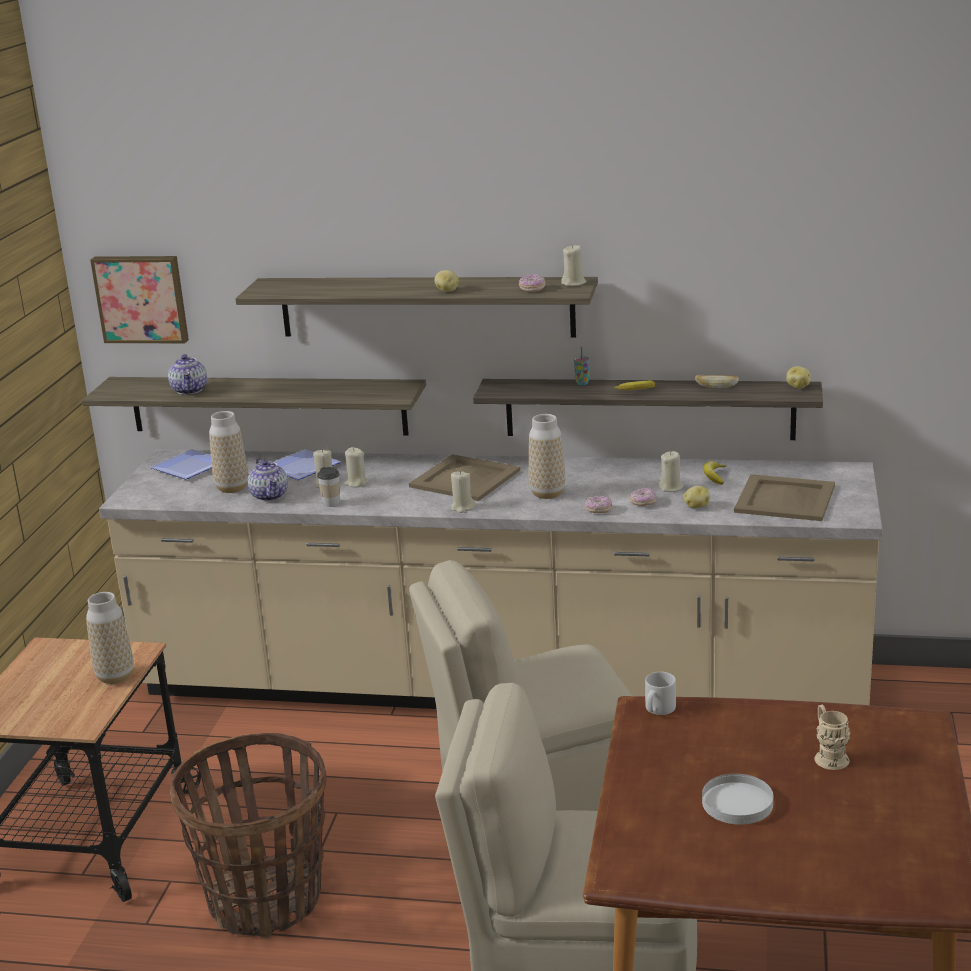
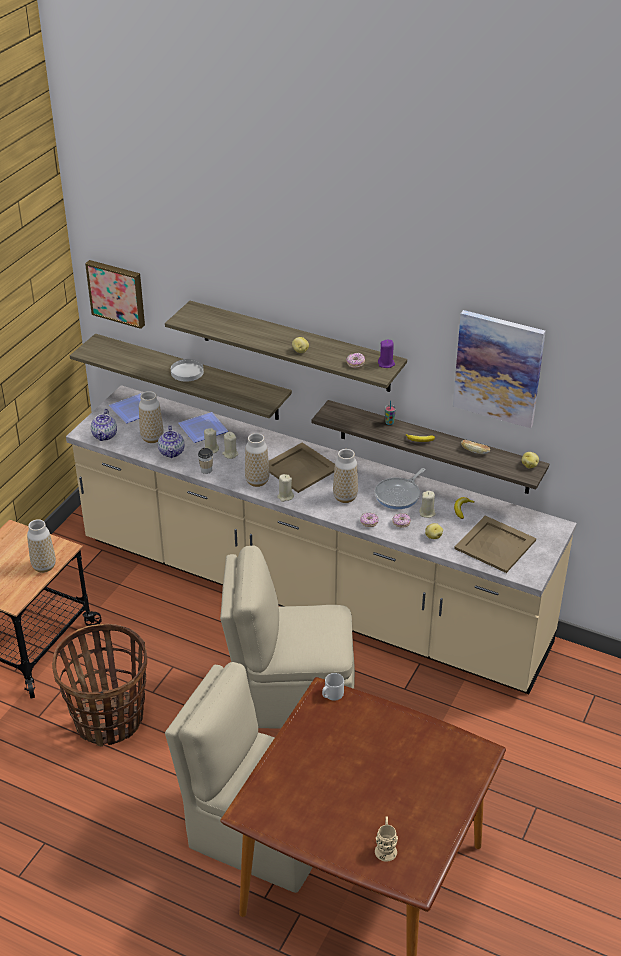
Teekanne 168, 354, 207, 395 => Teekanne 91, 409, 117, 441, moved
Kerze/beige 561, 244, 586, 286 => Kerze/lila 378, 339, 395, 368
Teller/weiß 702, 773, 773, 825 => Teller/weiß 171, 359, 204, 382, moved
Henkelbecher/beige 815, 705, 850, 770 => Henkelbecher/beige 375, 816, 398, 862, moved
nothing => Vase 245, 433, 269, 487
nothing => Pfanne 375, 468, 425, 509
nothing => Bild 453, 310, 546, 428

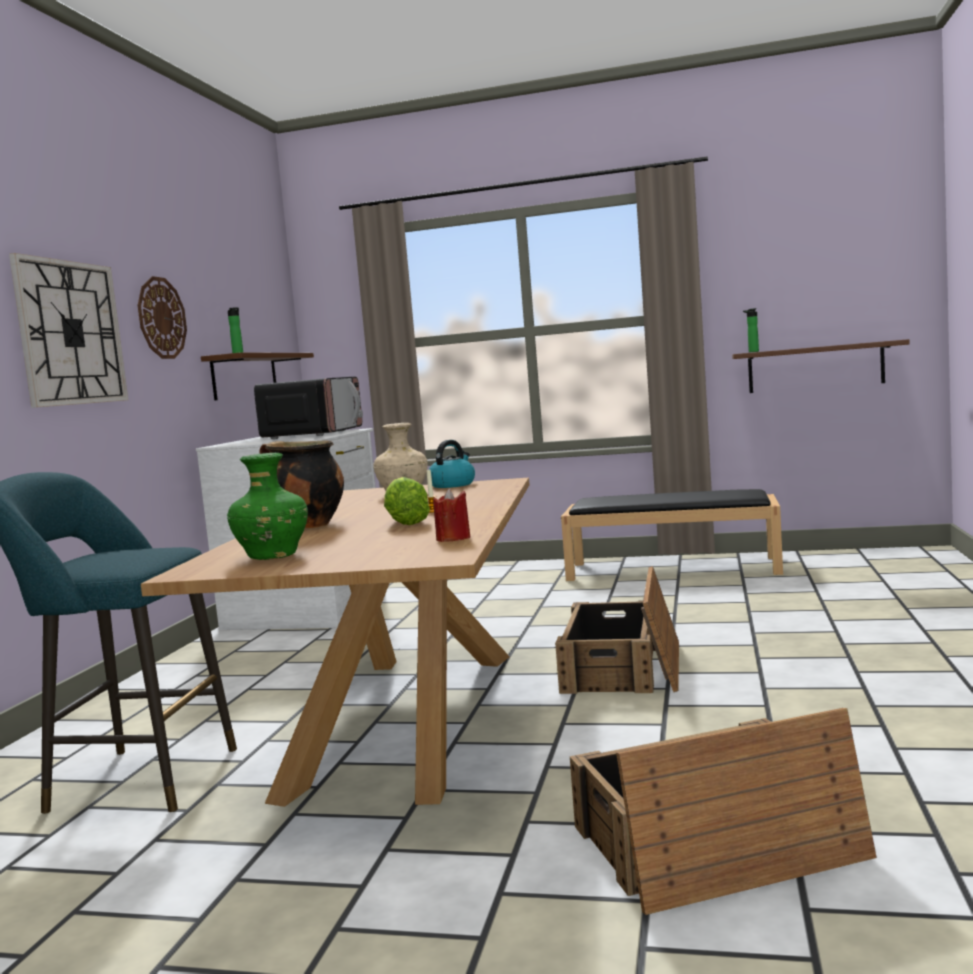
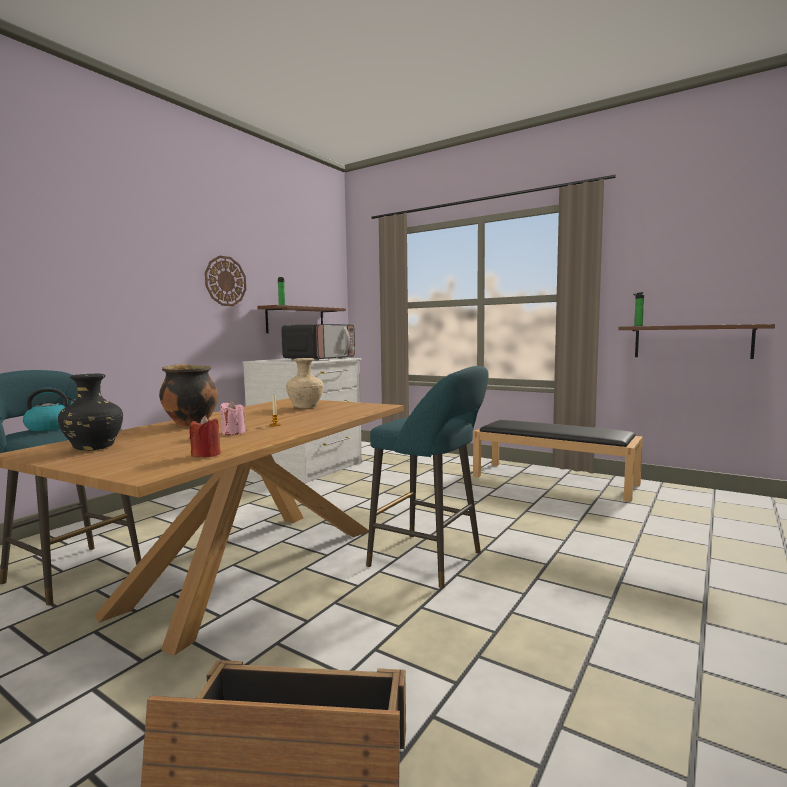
Wanduhr 9, 253, 128, 408 => nothing
Vase/grün 227, 453, 308, 560 => Vase/schwarz 58, 374, 123, 451
Salatkopf 384, 477, 430, 525 => Kerze/rosa 220, 401, 245, 435
Wasserkessel 429, 440, 475, 488 => Wasserkessel 23, 388, 76, 431, moved
Kiste 555, 566, 679, 694 => Hocker/türkis 366, 366, 489, 588

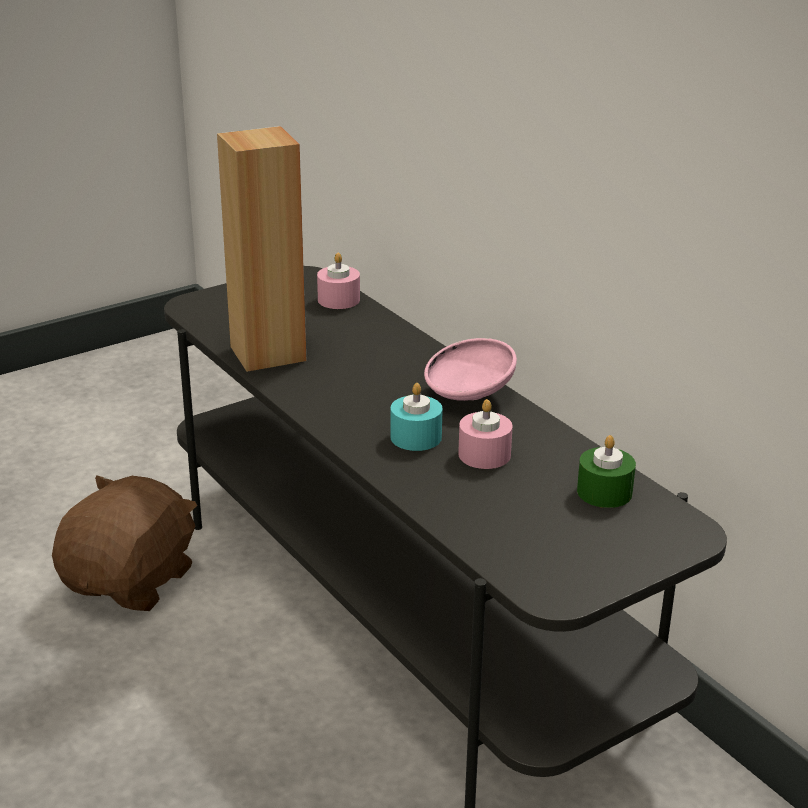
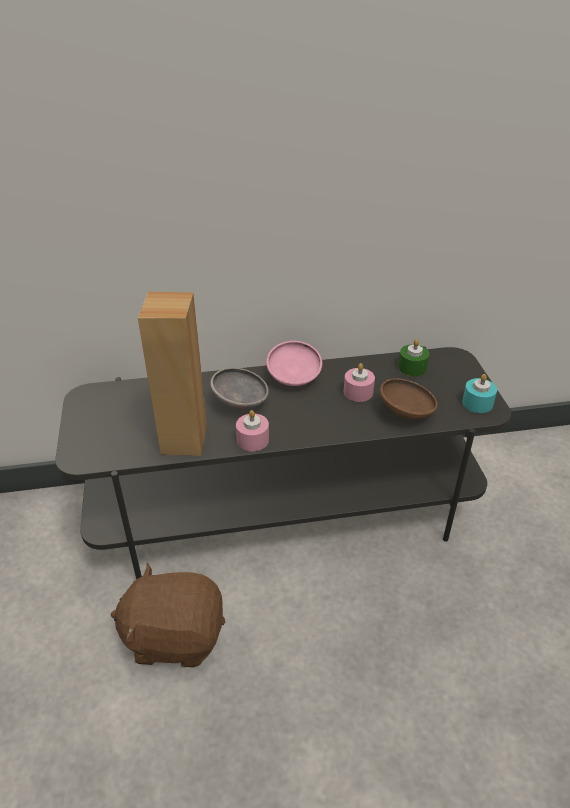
Plüschtier/braun 52, 475, 197, 611 => Plüschtier/braun 111, 563, 225, 668, 45 degrees counterclockwise
Kerze/rosa 317, 253, 360, 309 => Kerze/rosa 236, 410, 269, 451, moved
Kerze/türkis 390, 383, 443, 451 => Kerze/türkis 462, 374, 497, 413, moved
nothing => Schüssel/grau 210, 368, 269, 409
nothing => Schüssel/braun 380, 378, 438, 419

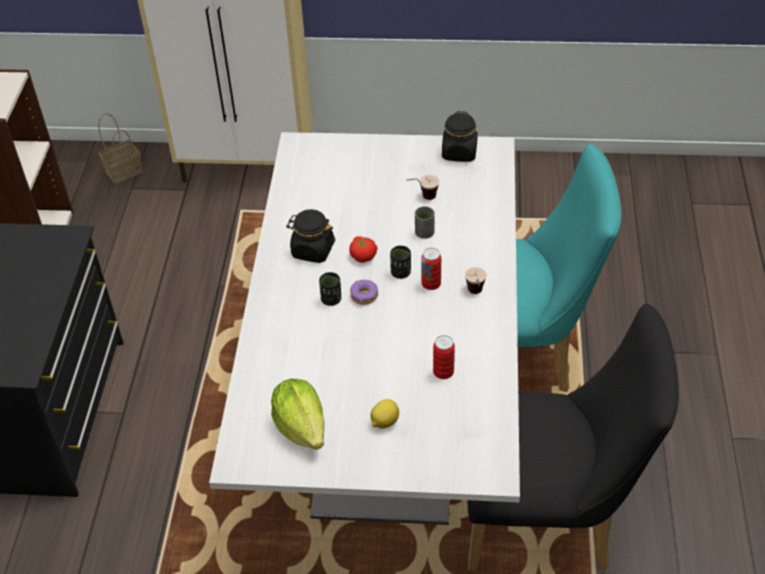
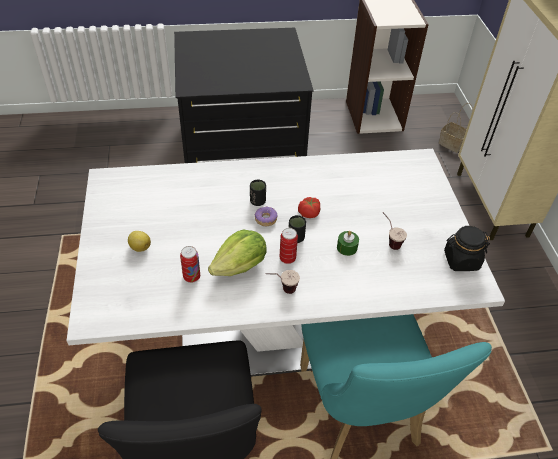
Salatkopf 271, 379, 325, 450 => Salatkopf 208, 230, 267, 276, moved
Vorratsglas/schwarz 286, 209, 335, 263 => nothing
Tasse/grau 415, 206, 435, 239 => Kerze/grün 337, 231, 359, 256

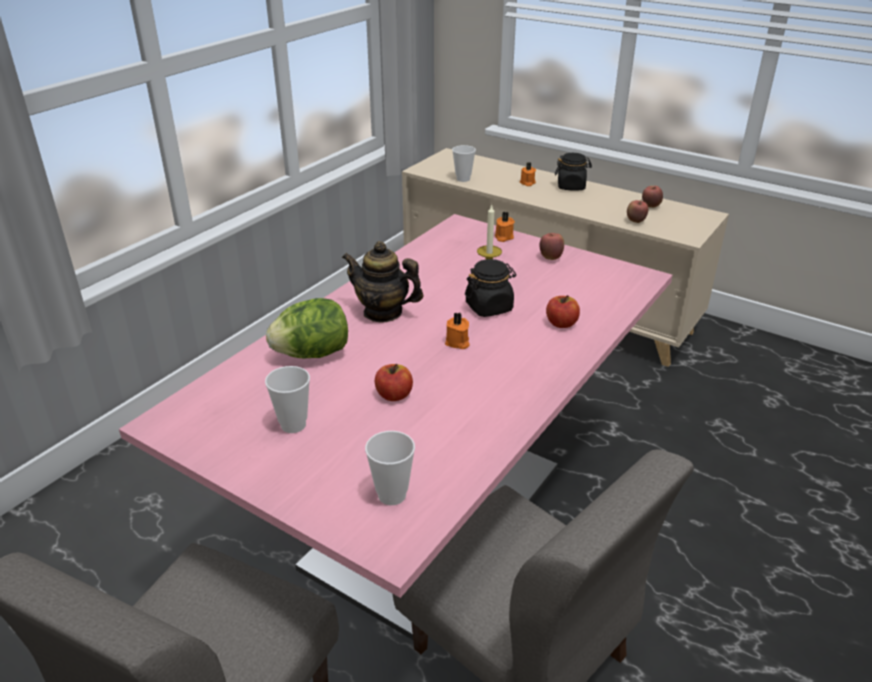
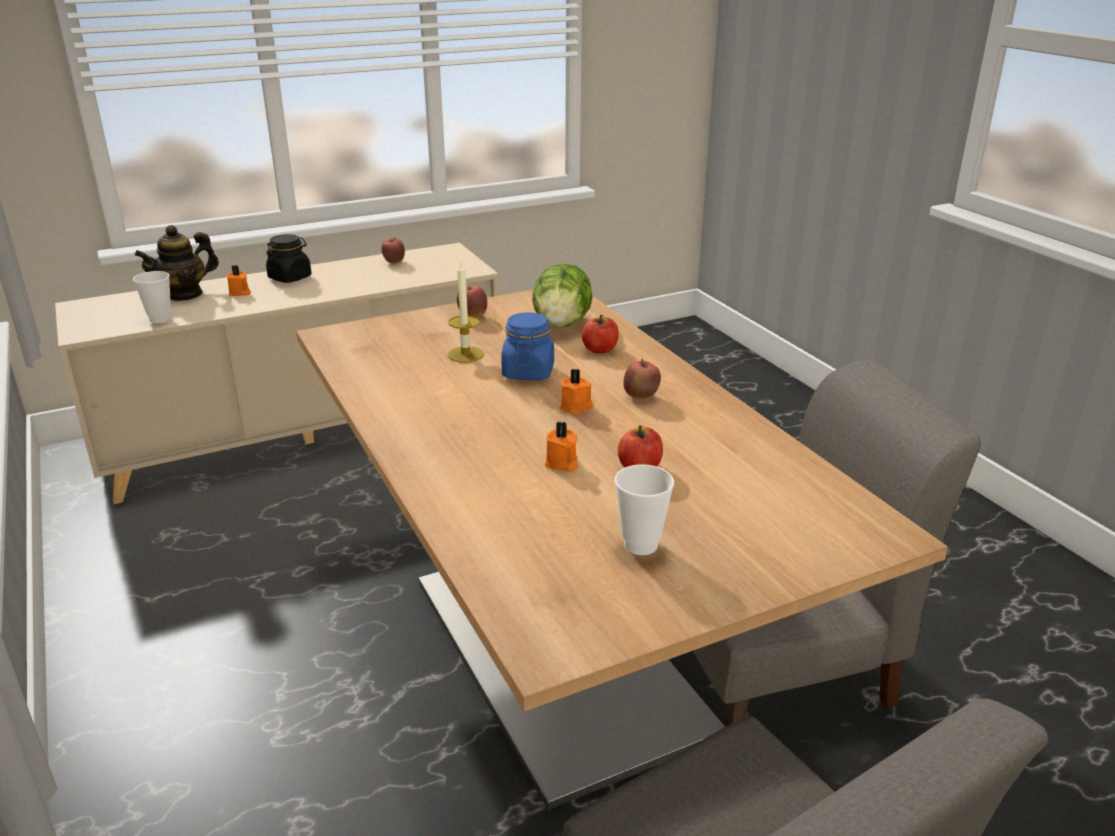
Esstisch/rosa 119, 214, 672, 640 => Esstisch/braun 296, 289, 948, 810
Salatkopf 266, 298, 348, 358 => Salatkopf 532, 263, 593, 328, moved
Teekanne 342, 241, 424, 323 => Teekanne 135, 225, 219, 301, moved
Tasse 365, 431, 415, 505 => nothing
Vorratsglas/schwarz 465, 259, 516, 317 => Vorratsglas/blau 501, 312, 554, 380
Kerze/orange 495, 212, 515, 242 => Kerze/orange 545, 422, 578, 472, moved
Apfel 627, 200, 648, 223 => Apfel 624, 359, 661, 399, moved

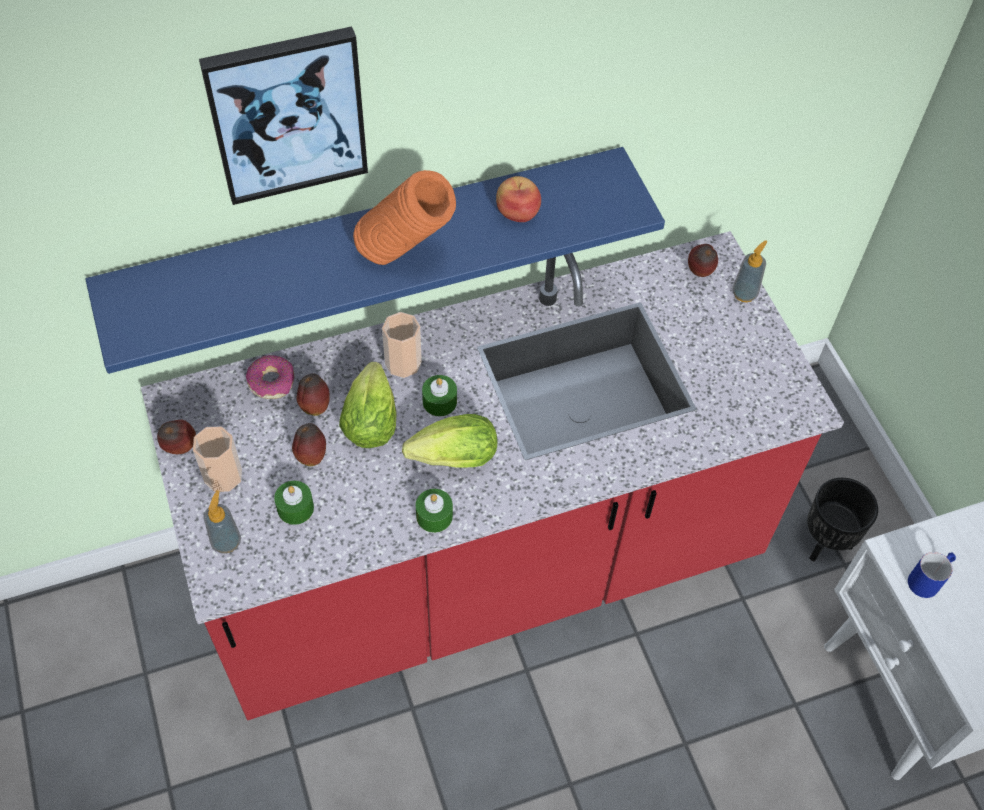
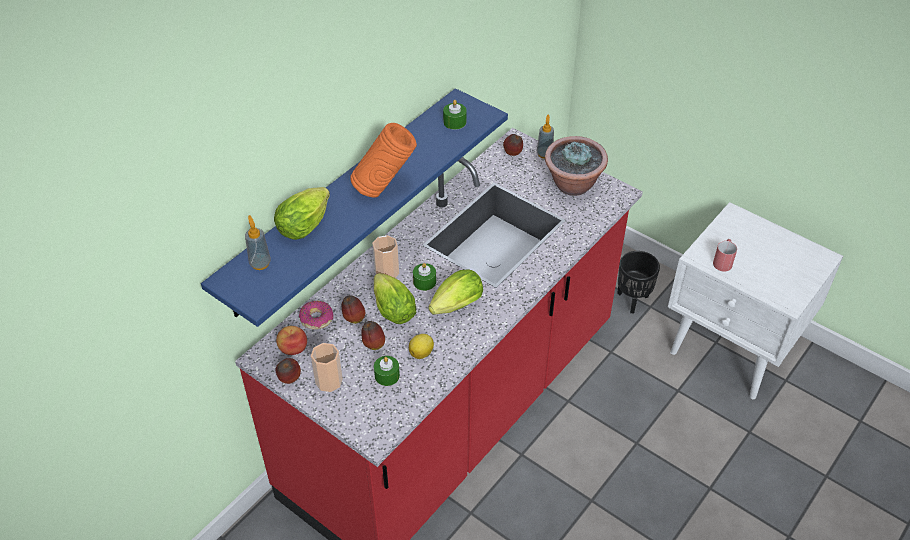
Bild 199, 26, 368, 205 => nothing
Seifenspender 204, 490, 241, 553 => Seifenspender 245, 215, 271, 270, moved
Kerze/grün 416, 489, 453, 533 => Kerze/grün 443, 100, 467, 130, moved
Apfel 496, 176, 541, 222 => Apfel 276, 326, 307, 355, moved
Henkelbecher/blau 908, 552, 956, 598 => Henkelbecher/rot 713, 239, 737, 271
nothing => Salatkopf 274, 187, 330, 240
nothing => Zitrone 409, 334, 434, 359
nothing => Topfpflanze 545, 136, 608, 196

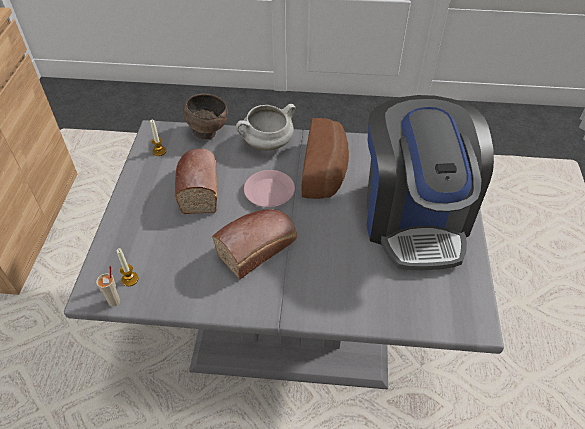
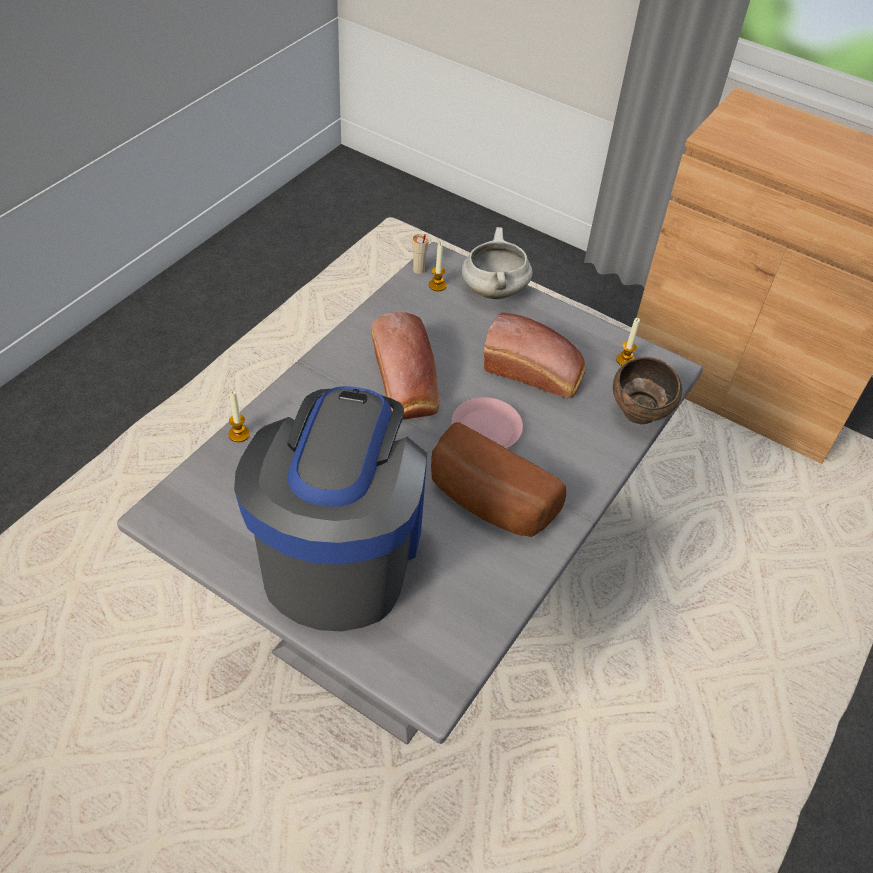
Kochtopf/weiß 236, 104, 296, 151 => Kochtopf/weiß 462, 227, 533, 299, moved
Kaffeemaschine 366, 95, 494, 270 => Kaffeemaschine 234, 386, 427, 631, 75 degrees clockwise
nothing => Kerze 228, 391, 250, 442

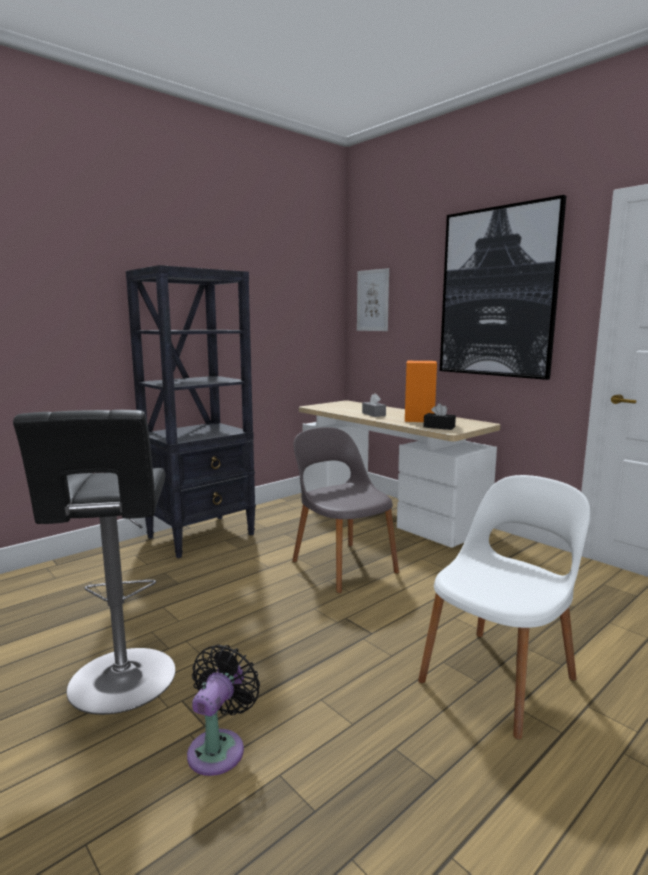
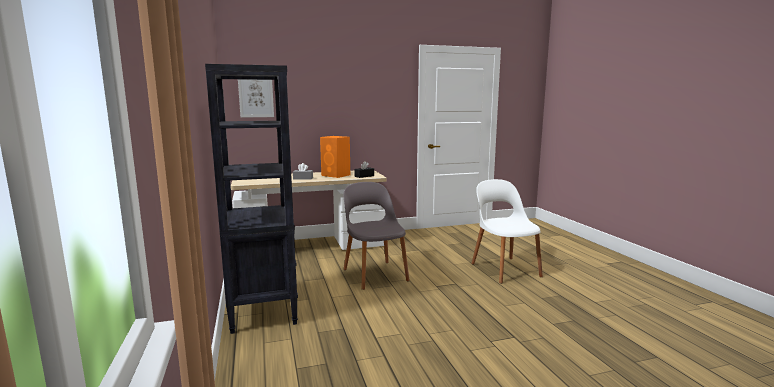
Hocker/schwarz 13, 410, 175, 715 => nothing
Ventilator/schwarz 187, 644, 260, 776 => nothing
Stuhl/grau 292, 427, 399, 593 => Stuhl/grau 343, 182, 410, 290, 75 degrees clockwise
Bild 440, 195, 566, 380 => nothing

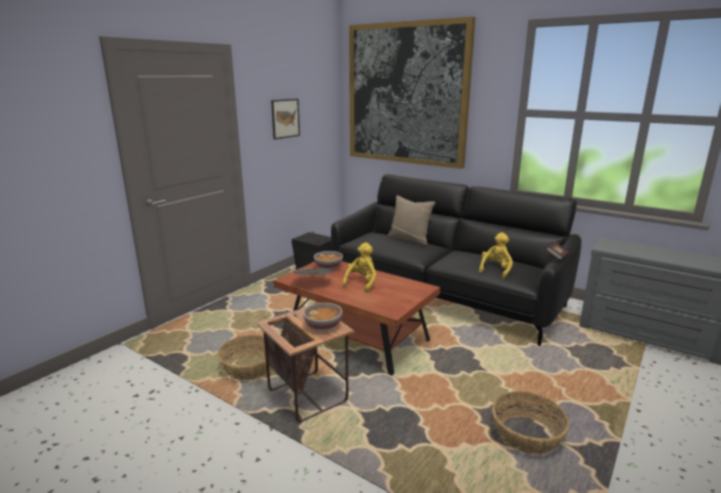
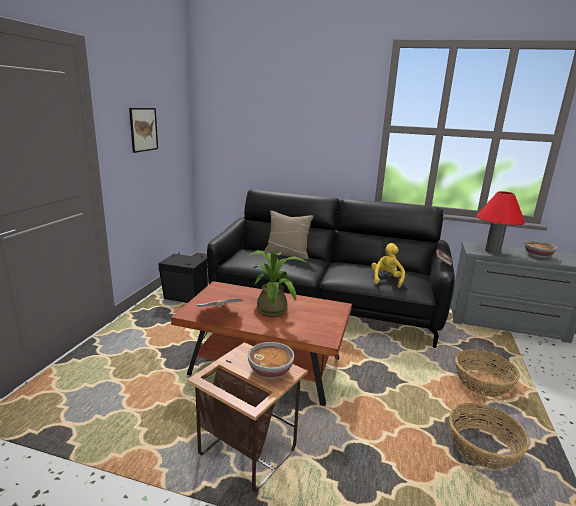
Korb 217, 335, 271, 381 => Korb 455, 349, 520, 397, moved
Schüssel 314, 251, 343, 270 => Schüssel 525, 240, 557, 258, moved
Plüschtier/gelb 342, 243, 376, 293 => Topfpflanze 245, 250, 308, 317
Bild 349, 17, 475, 169 => nothing
nothing => Tischlampe/rot 476, 191, 525, 254

